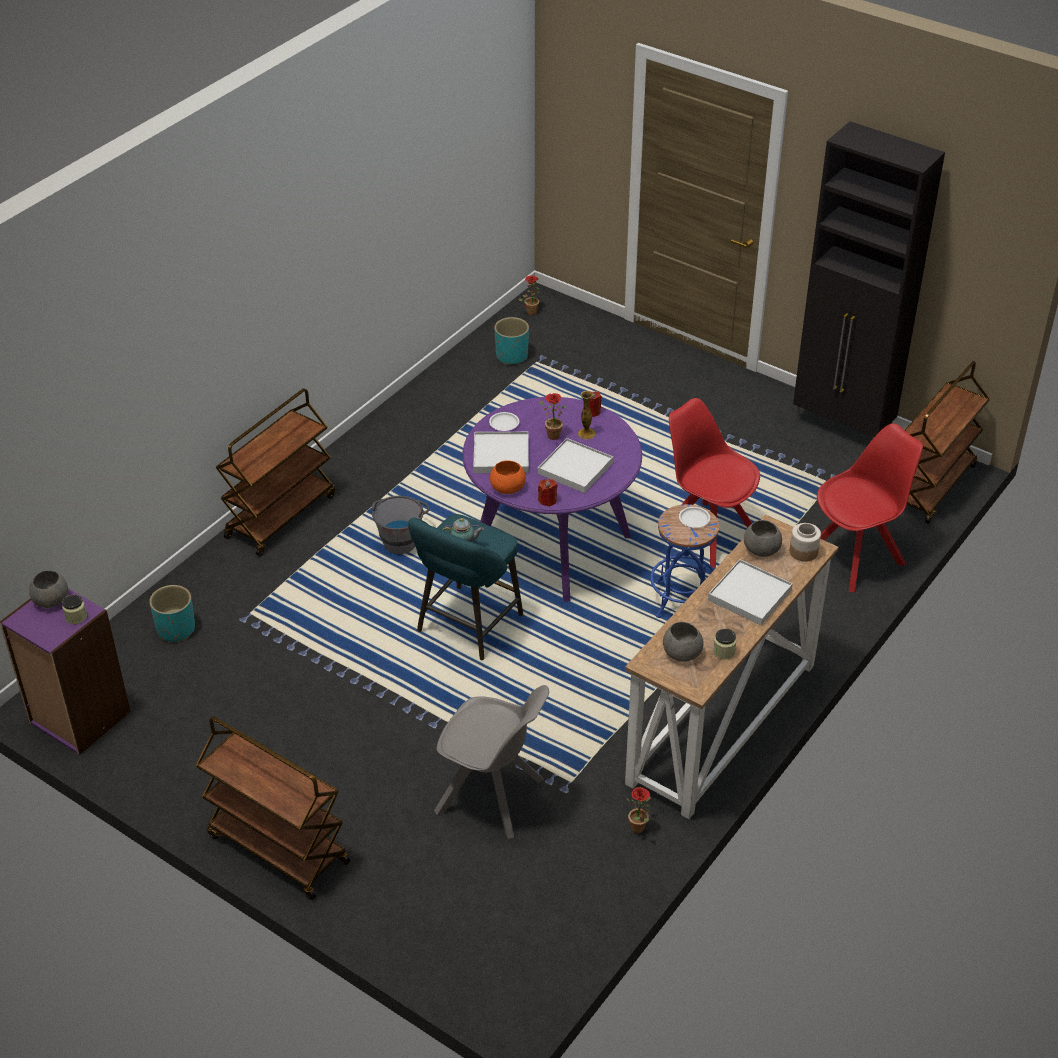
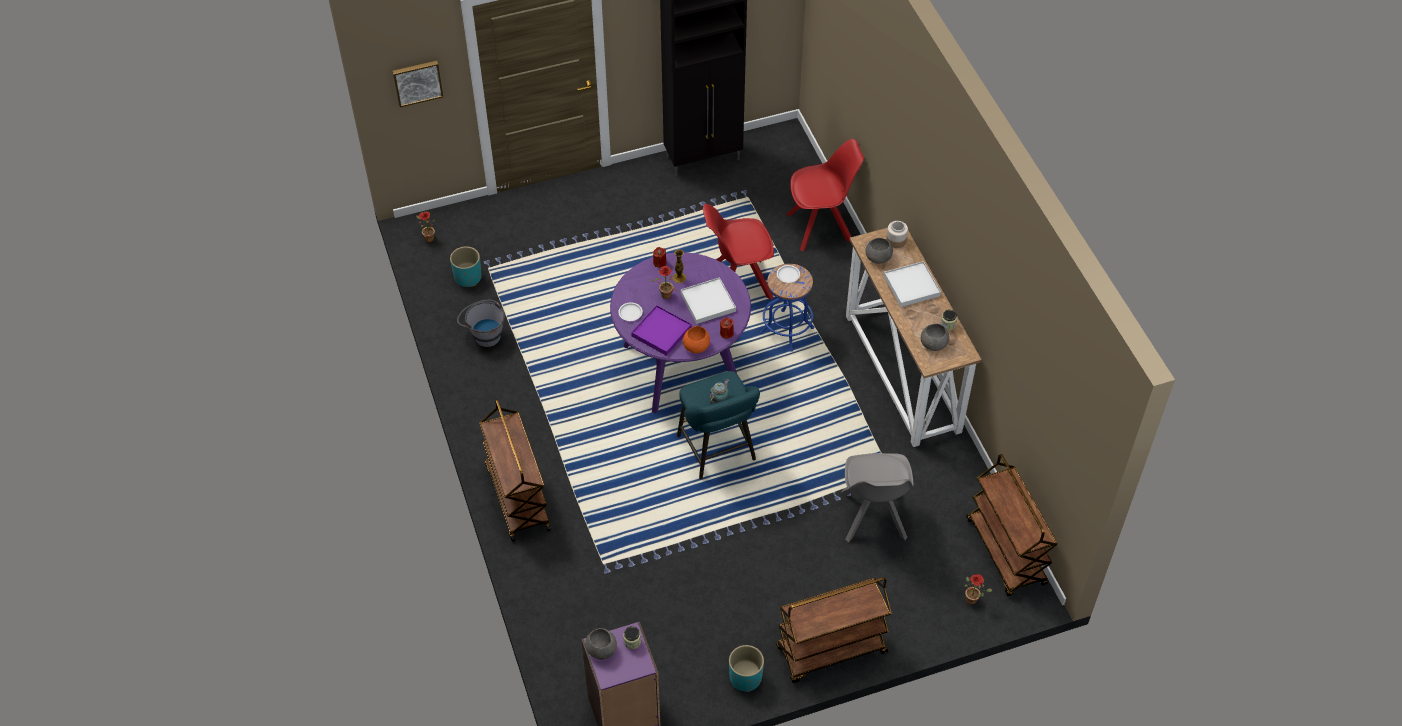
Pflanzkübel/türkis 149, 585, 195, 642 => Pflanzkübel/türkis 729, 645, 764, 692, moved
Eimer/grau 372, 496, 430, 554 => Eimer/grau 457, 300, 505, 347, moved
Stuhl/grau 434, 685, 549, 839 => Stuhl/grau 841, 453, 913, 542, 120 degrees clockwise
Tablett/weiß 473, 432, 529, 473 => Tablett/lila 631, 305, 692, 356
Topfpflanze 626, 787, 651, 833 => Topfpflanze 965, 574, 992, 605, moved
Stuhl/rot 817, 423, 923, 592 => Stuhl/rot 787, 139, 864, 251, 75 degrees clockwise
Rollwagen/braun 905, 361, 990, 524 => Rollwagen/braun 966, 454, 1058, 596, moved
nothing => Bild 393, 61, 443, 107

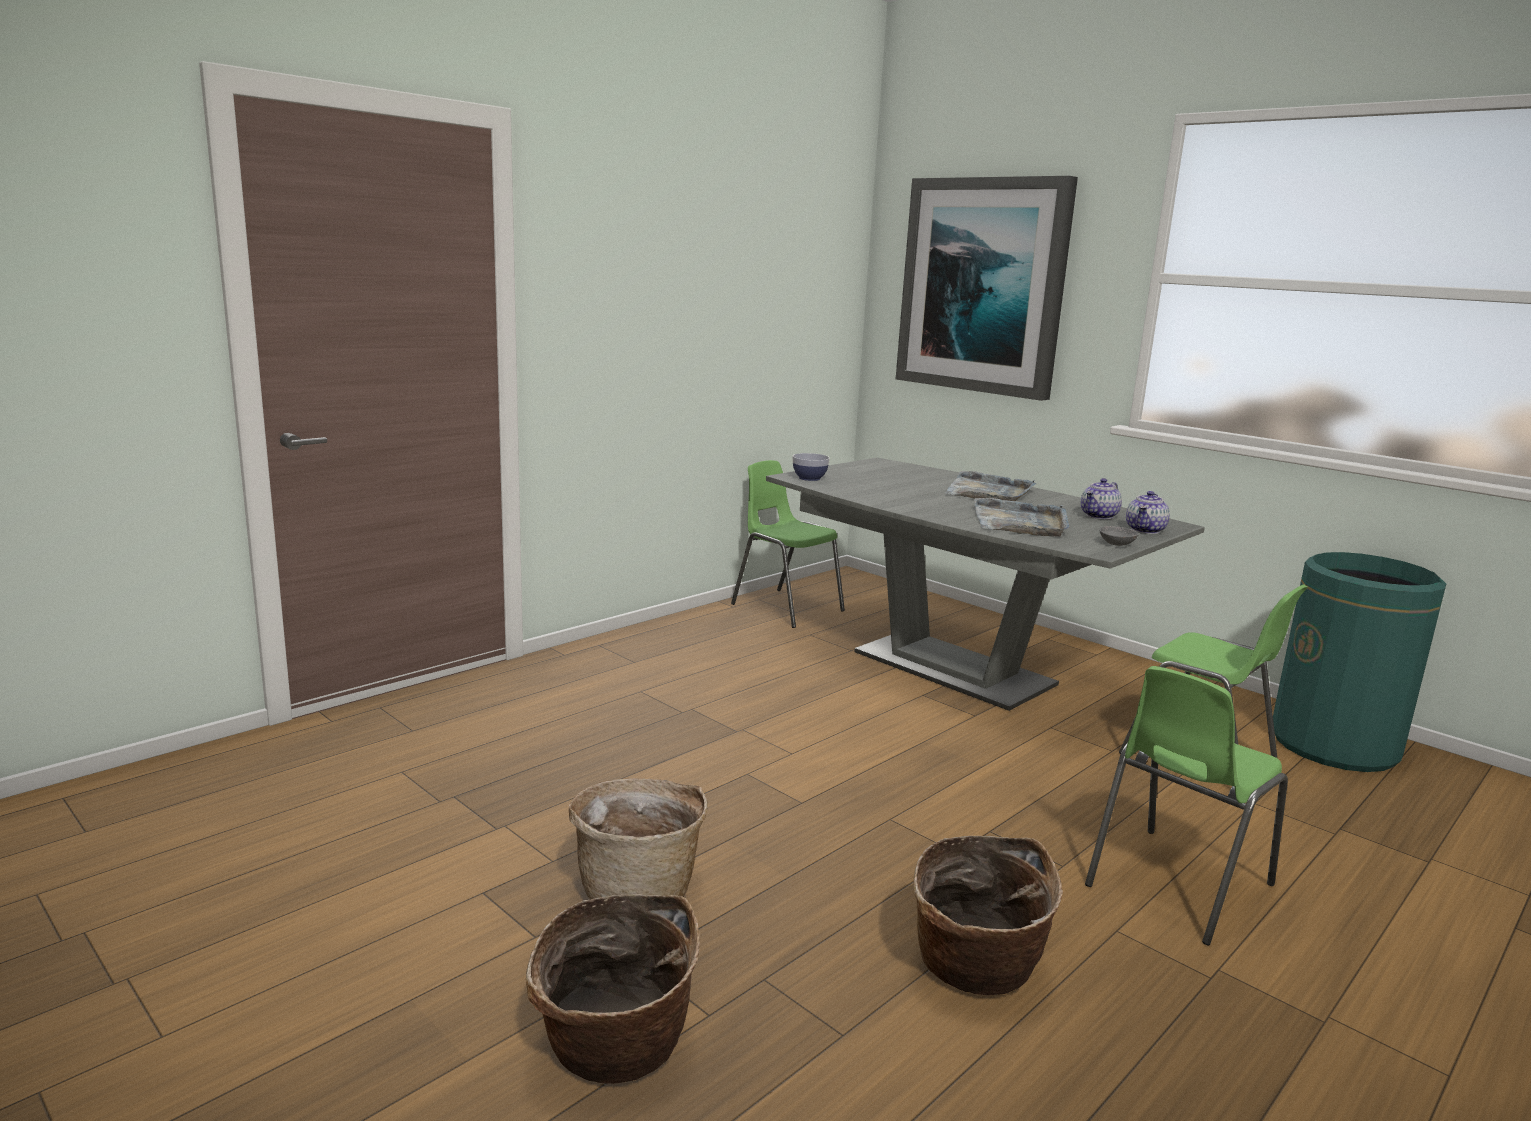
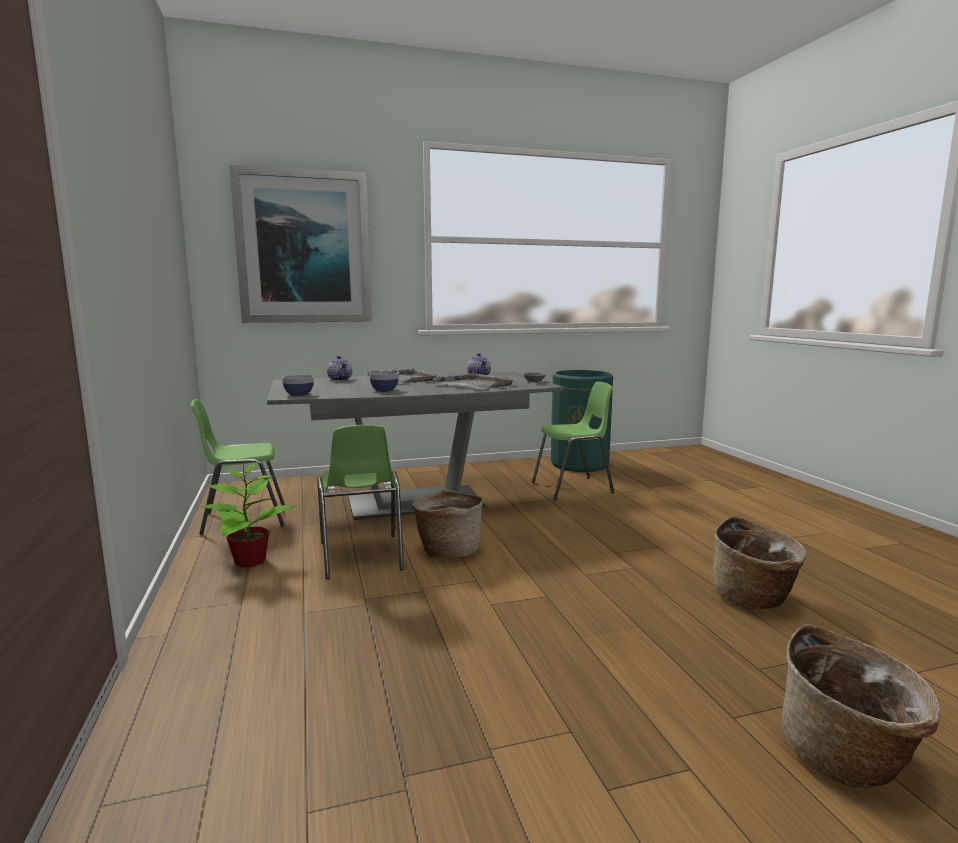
Korb 569, 778, 708, 900 => Korb 413, 489, 483, 558, moved
Stuhl/grün 1085, 666, 1288, 945 => Stuhl/grün 317, 424, 404, 579, moved
Teekanne 1126, 491, 1170, 534 => Teekanne 327, 355, 352, 381, moved
nothing => Topfpflanze 201, 462, 296, 567
nothing => Schüssel 369, 371, 399, 392

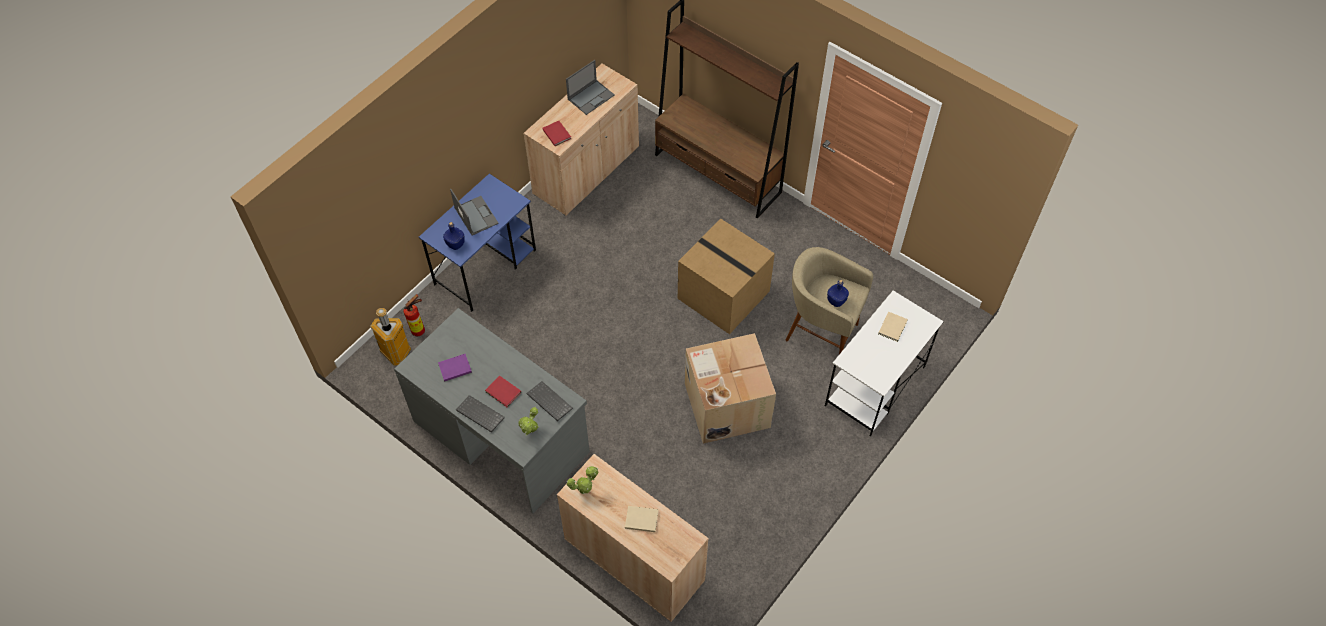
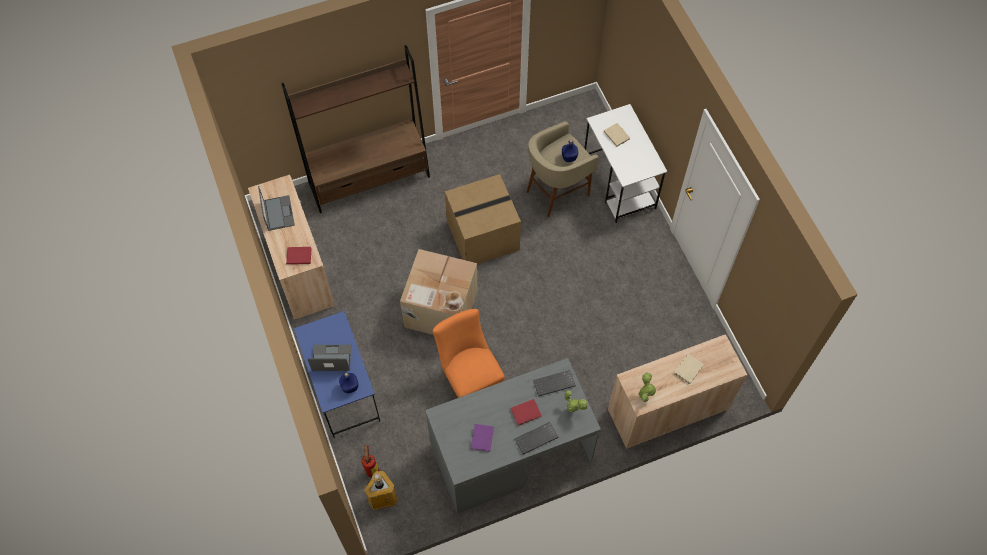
Karton 685, 333, 776, 444 => Karton 400, 249, 478, 335, moved
nothing => Stuhl/orange 433, 309, 505, 398

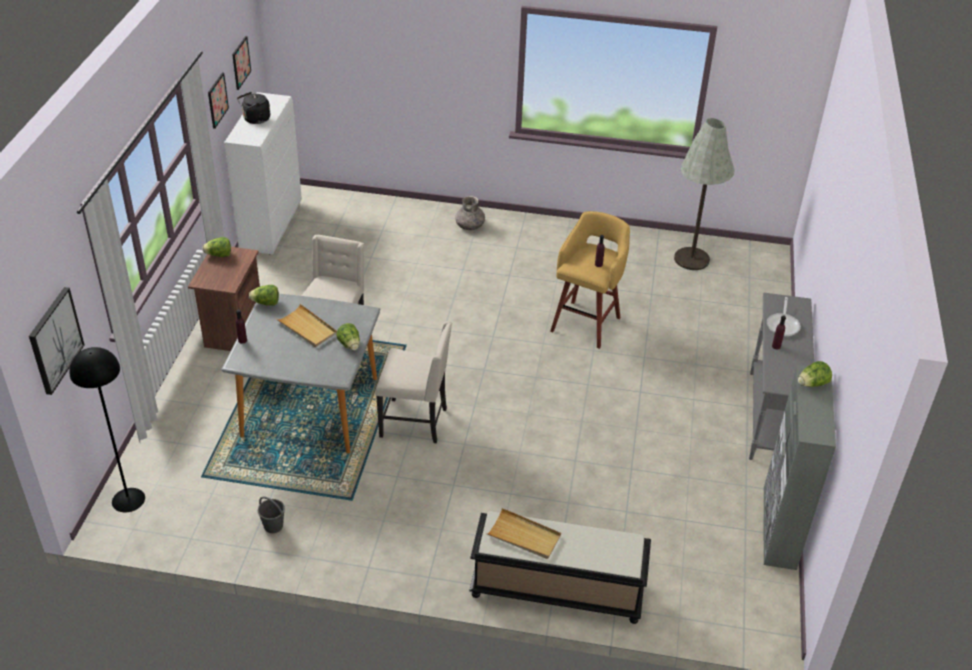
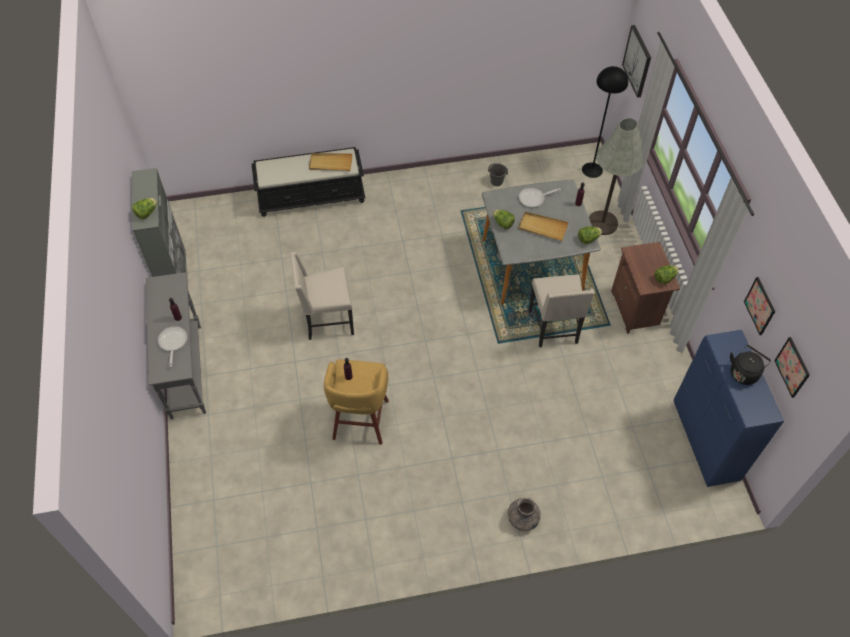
Schrank/weiß 224, 92, 302, 255 => Schrank/blau 674, 330, 784, 487
Stuhl/beige 376, 321, 452, 443 => Stuhl/beige 290, 252, 354, 340, moved
Stehlampe/grau 674, 118, 735, 270 => Stehlampe/grau 589, 118, 643, 235, moved
nothing => Pfanne 519, 188, 561, 208

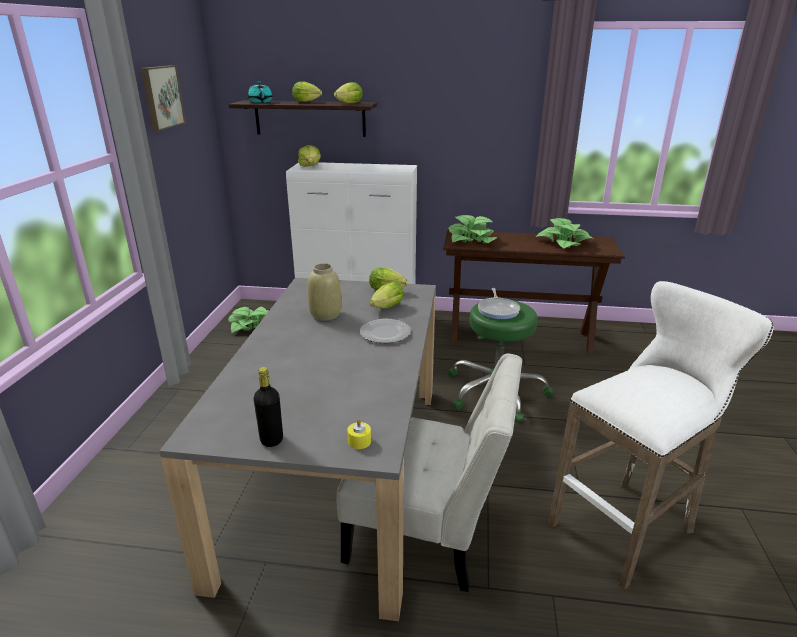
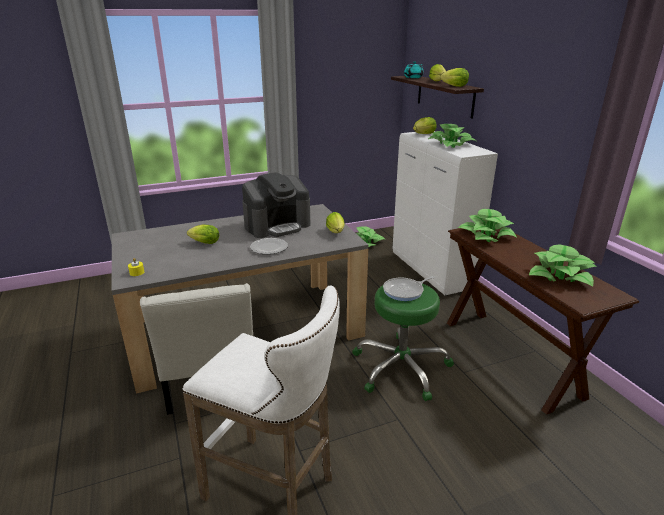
Bild 140, 65, 186, 131 => nothing
Flasche/schwarz 254, 367, 283, 447 => nothing
Vase/beige 308, 263, 342, 321 => Kaffeemaschine 242, 172, 310, 238
Salatkopf 370, 282, 404, 308 => Salatkopf 187, 225, 220, 244, moved
nothing => Topfpflanze 428, 124, 476, 148

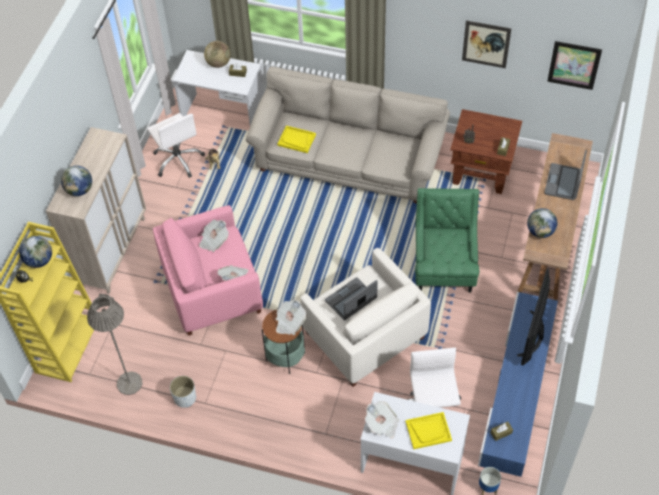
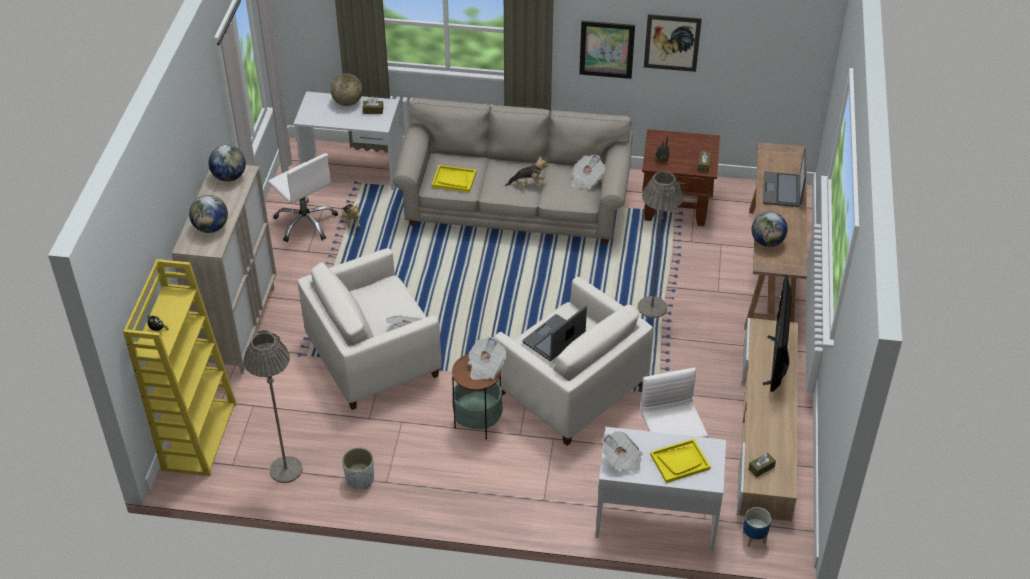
Globus 19, 236, 52, 268 => Globus 209, 145, 246, 182, moved
Sessel/rosa 153, 205, 263, 336 => Sessel/weiß 298, 248, 442, 410
Zeitung 199, 220, 229, 252 => Zeitung 571, 155, 606, 189, moved
Sessel/grün 415, 188, 480, 293 => Stehlampe/grau 638, 171, 683, 318
Fernsehschrank/blau 478, 292, 558, 477 => Fernsehschrank/beige 737, 318, 798, 521
Bild 547, 41, 602, 90 => Bild 579, 21, 635, 79, moved
nothing => Plüschtier 505, 156, 548, 187

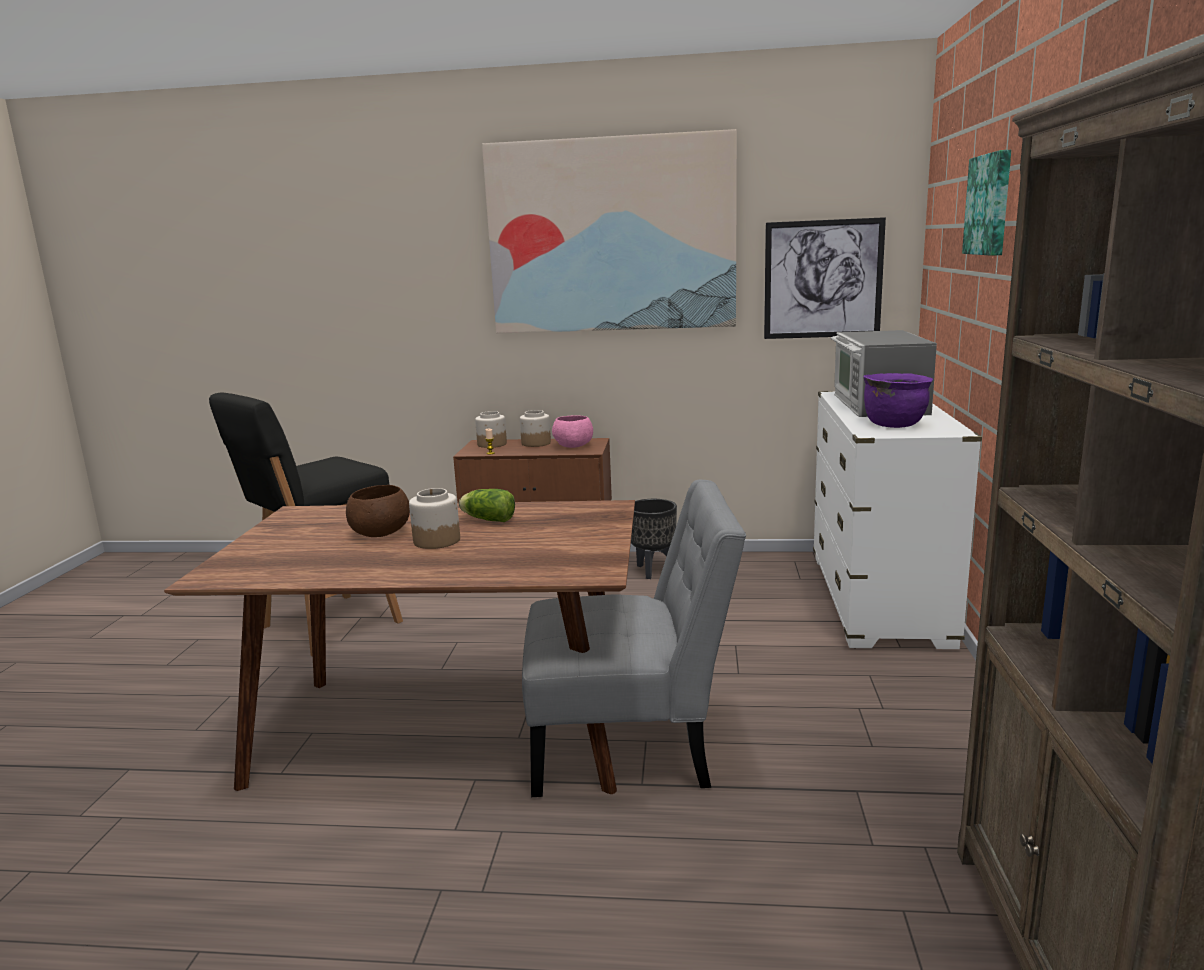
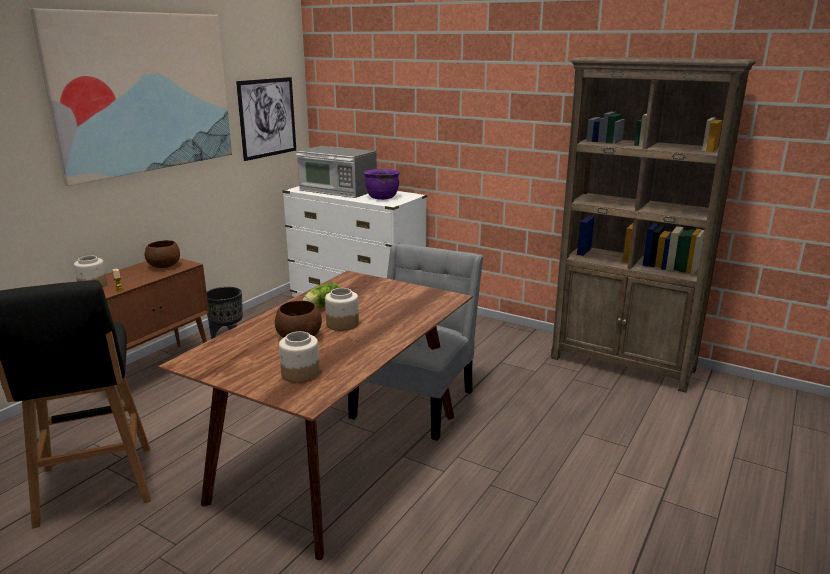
Vorratsglas 520, 410, 551, 447 => Vorratsglas 279, 331, 320, 383, moved
Schüssel/rosa 552, 416, 593, 448 => Schüssel/braun 145, 240, 180, 268
Bild 962, 150, 1011, 256 => nothing

